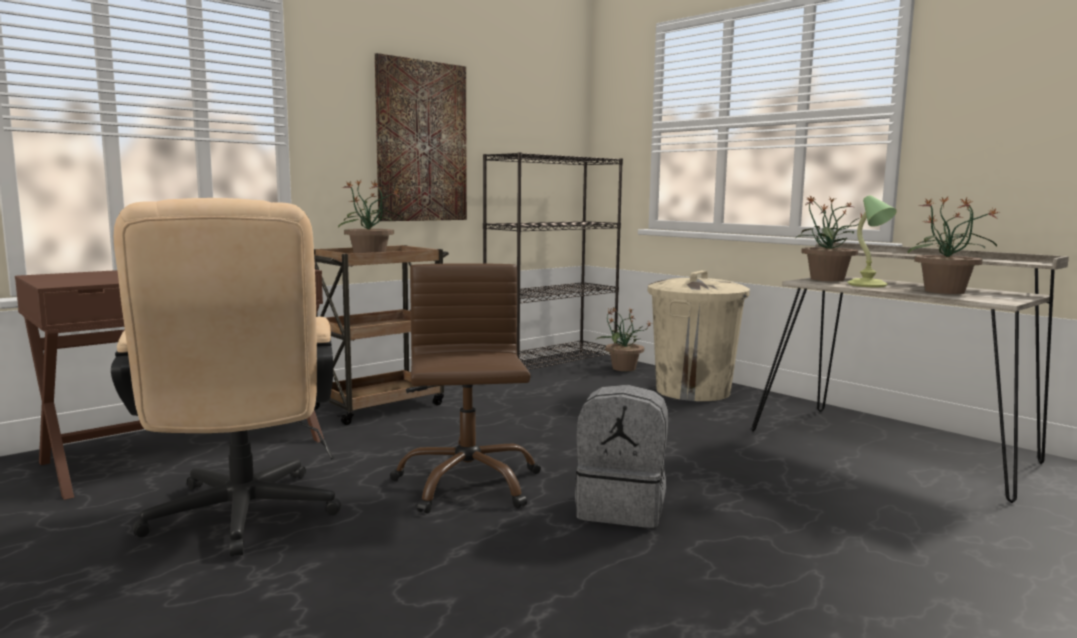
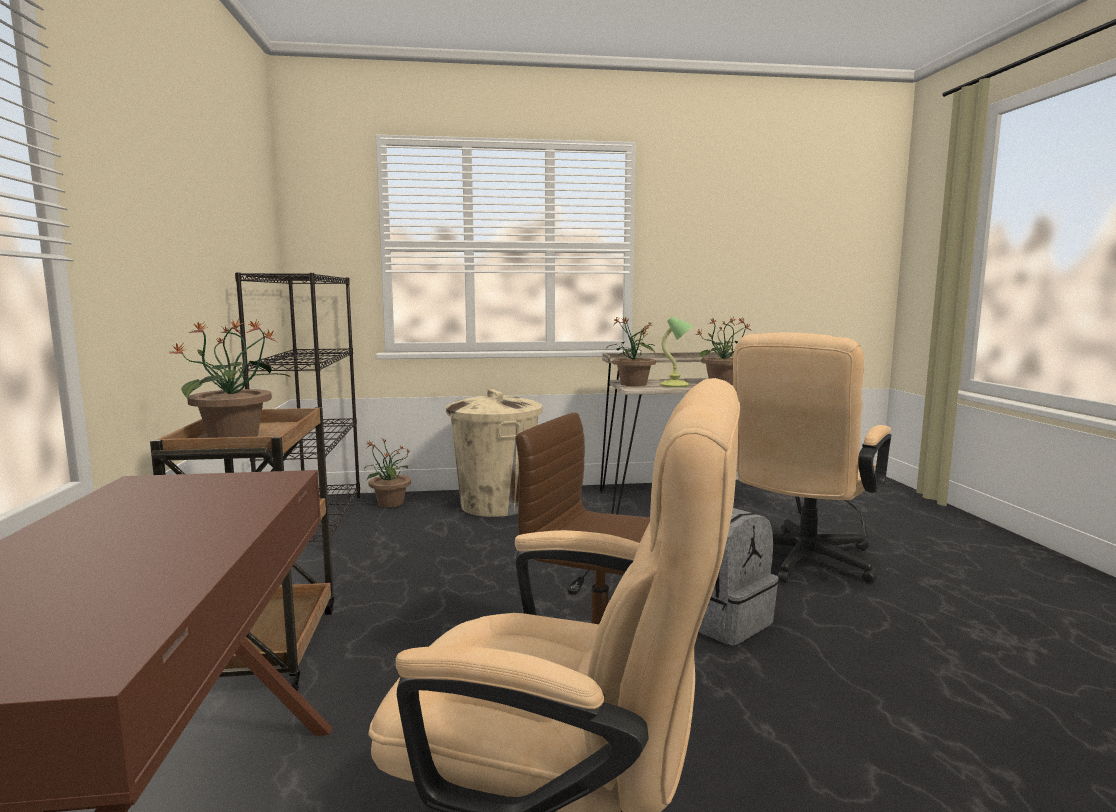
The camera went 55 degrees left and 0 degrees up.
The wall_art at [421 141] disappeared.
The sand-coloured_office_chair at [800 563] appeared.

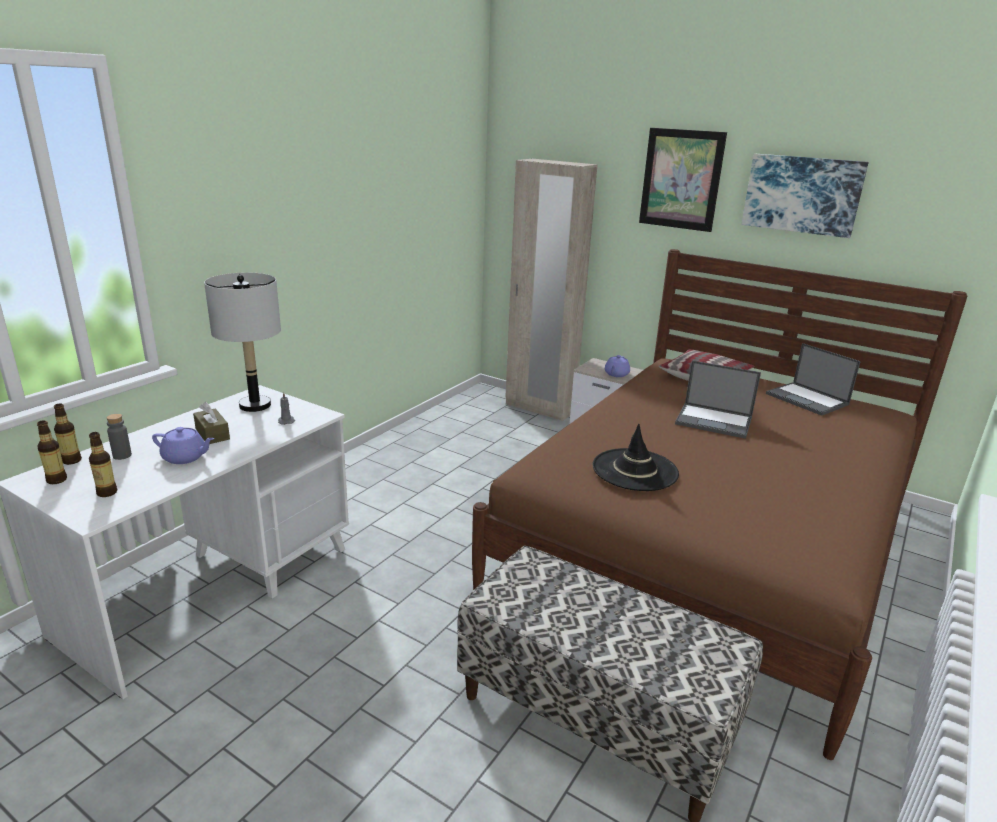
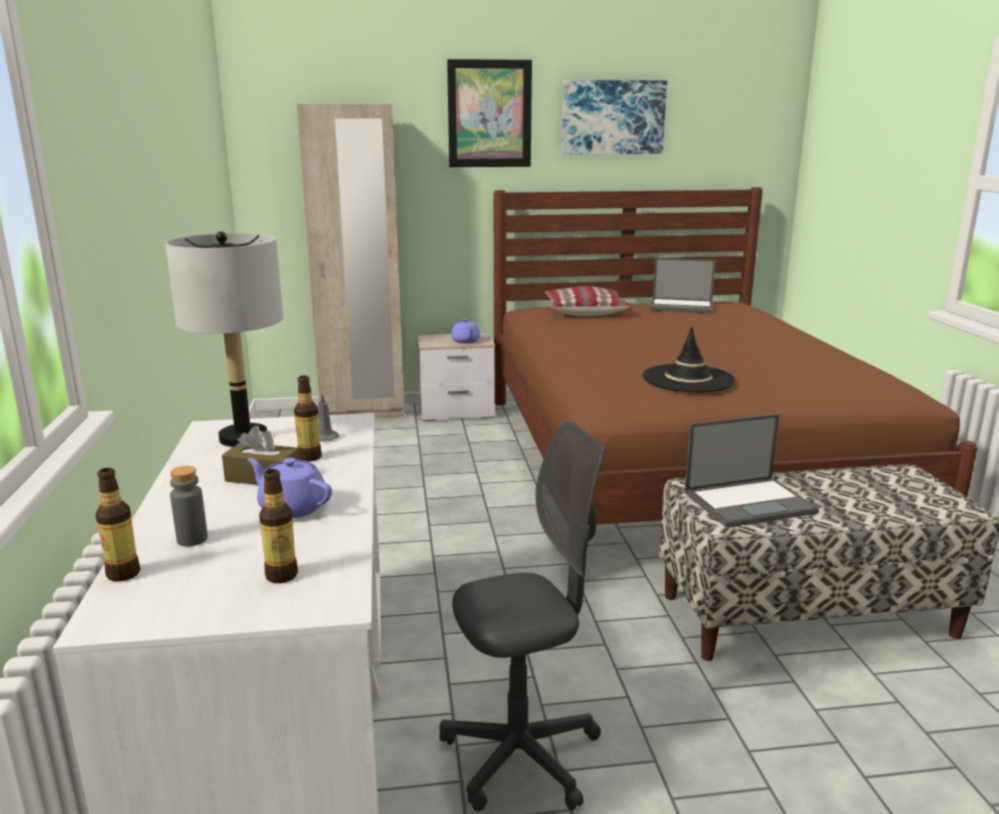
The camera went 40 degrees left and 5 degrees down.
The drink_bottle moved from [56 480] to [309 457].
The purple-coloured_pot_for_tea at [185 458] turned 120 degrees counterclockwise.
The laptop moved from [715 421] to [750 502].
The greyish_office_chair at [521 757] appeared.

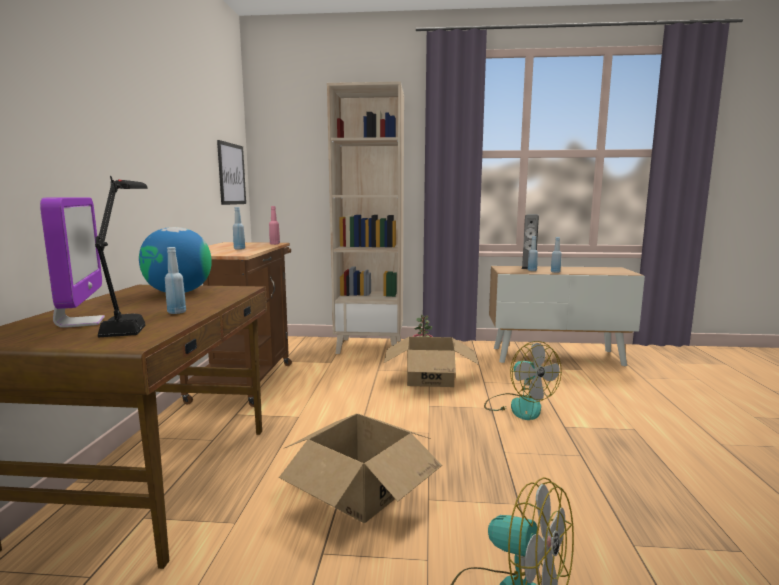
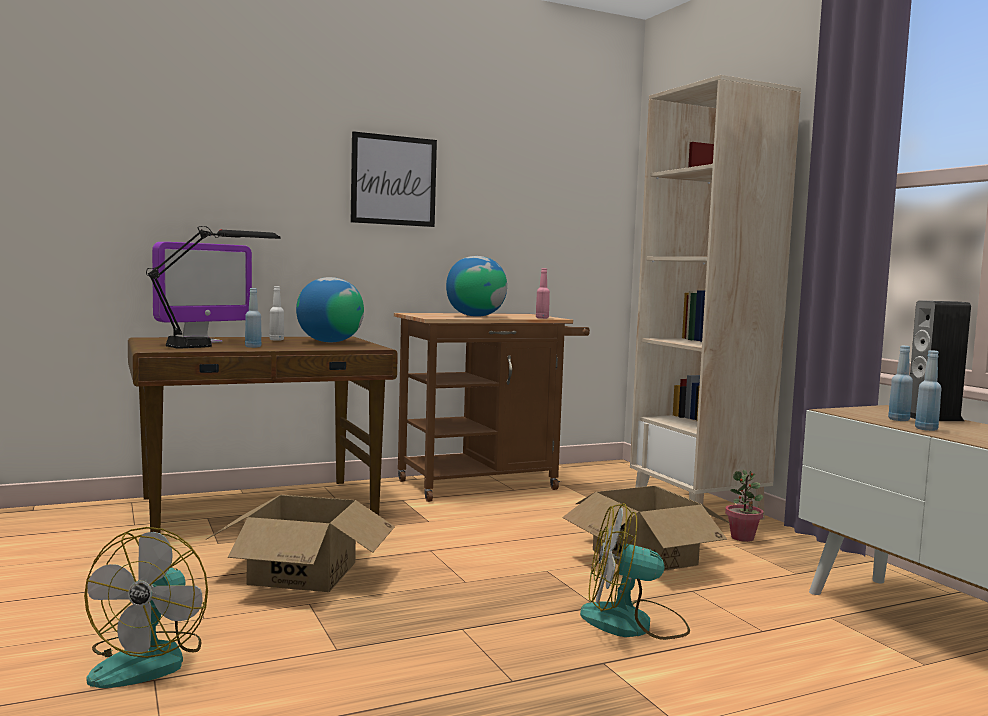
The camera went 60 degrees right and 5 degrees down.
The wall_art moved from [231 174] to [393 180].
The bluish_drink_bottle at [239 249] was replaced by the world_globe at [475 316].
The cooling_fan at [518 406] turned 60 degrees clockwise.
The white-coloured_drink_bottle at [276 340] appeared.

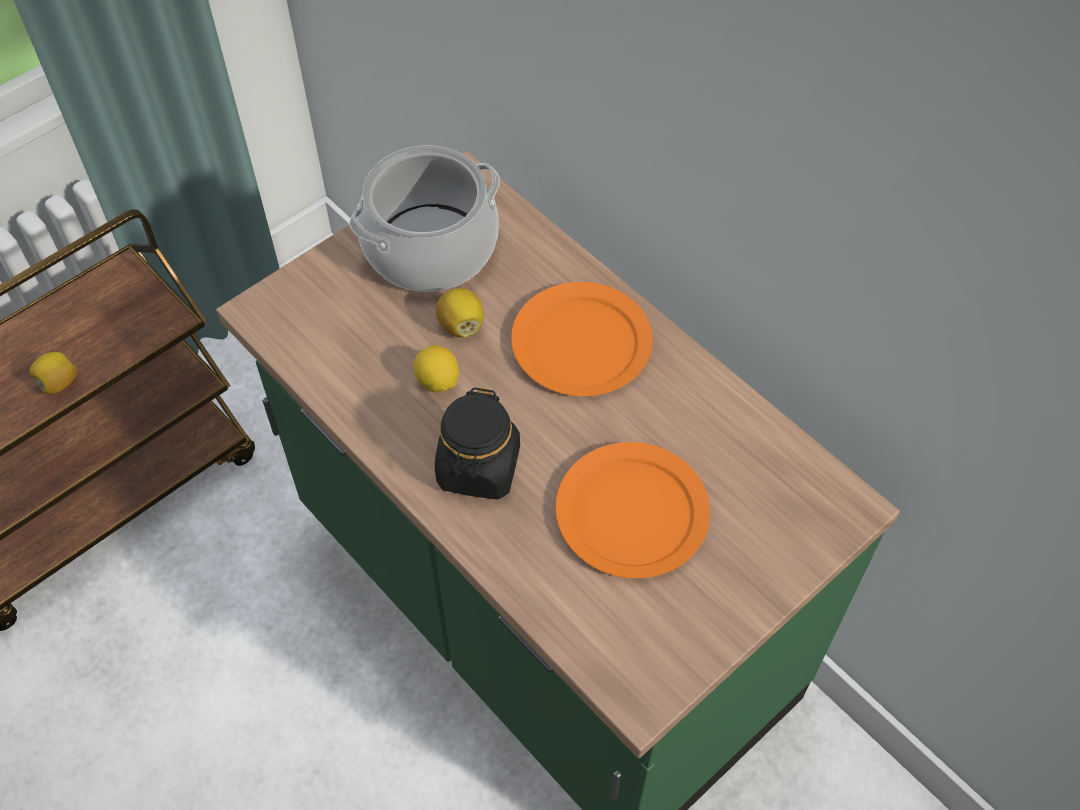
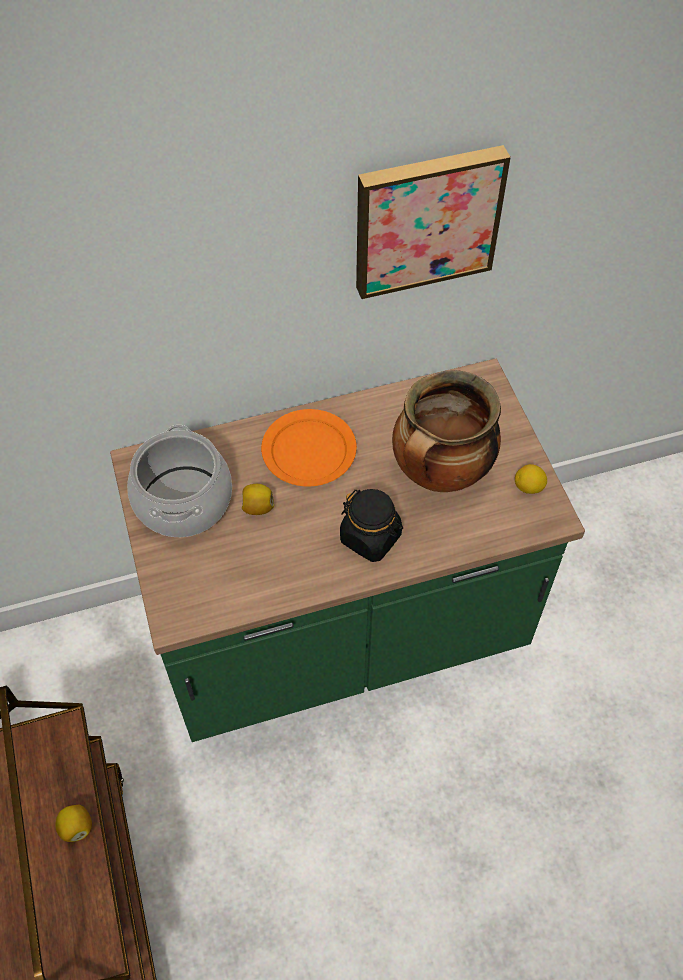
The camera went 65 degrees left and 0 degrees up.
The whole_lemon moved from [438 381] to [528 487].
The orange_dinner_plate at [631 514] was replaced by the saucepot at [440 475].
The wall_art at [426 219] appeared.

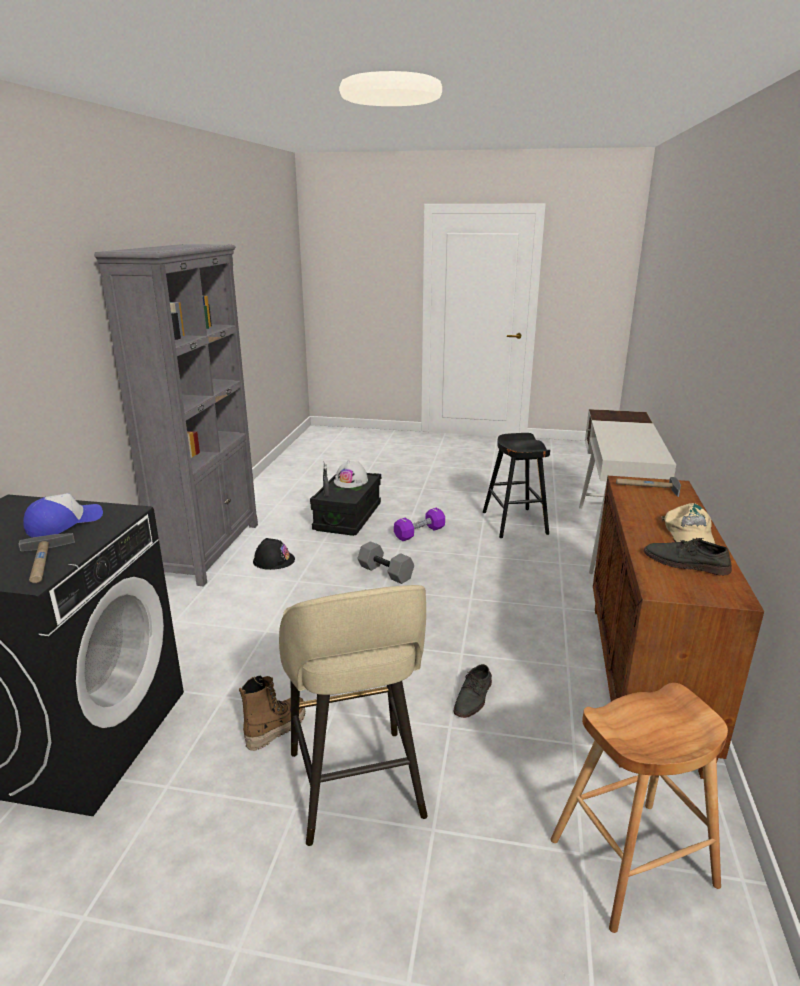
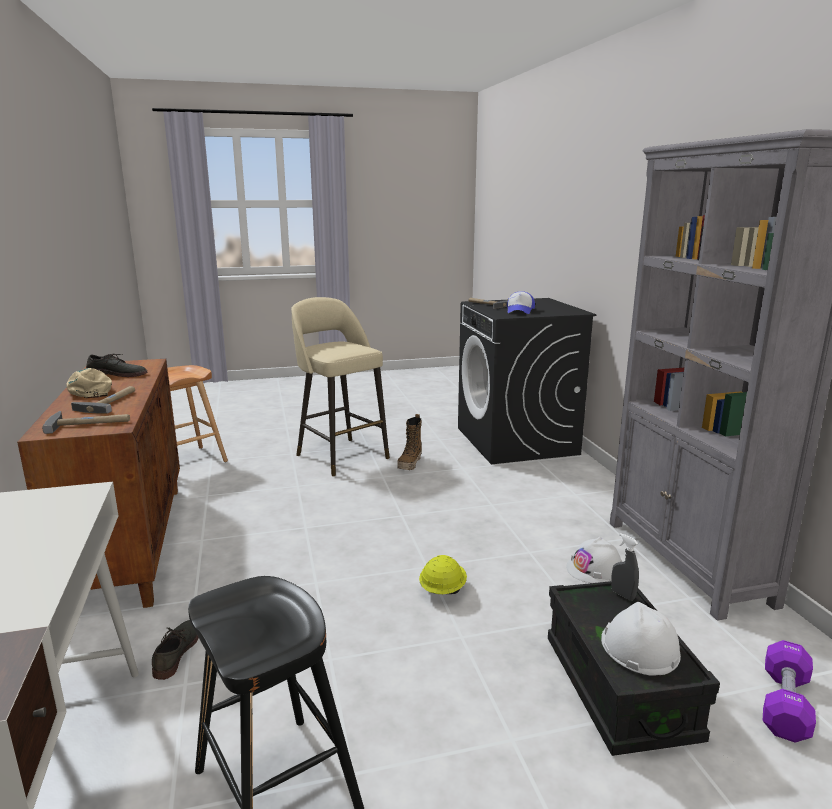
The camera went 155 degrees right and 5 degrees down.
The black_hard_hat at [273 560] became the white-coloured_hard_hat at [595 569].
The greyish_dumbbell at [386 572] was replaced by the yellow_hard_hat at [442 590].
The purple-coloured_dumbbell moved from [419 533] to [784 704].
The greyish_item_of_footwear moved from [473 697] to [176 651].
The hammer at [110 402] appeared.

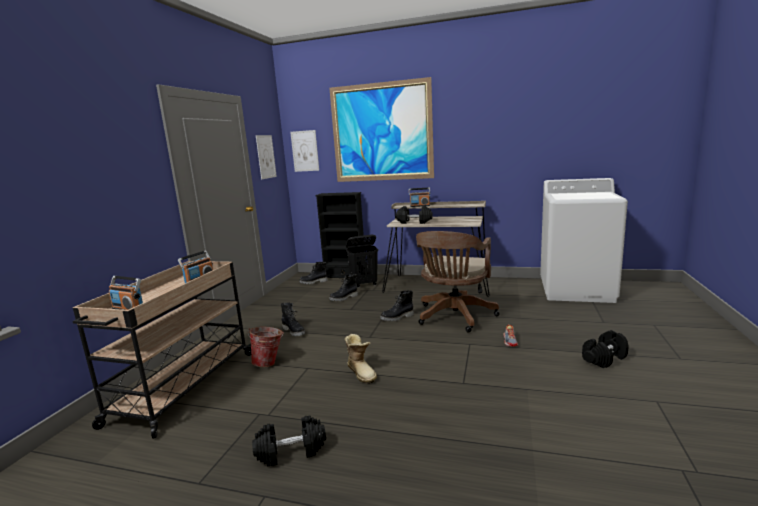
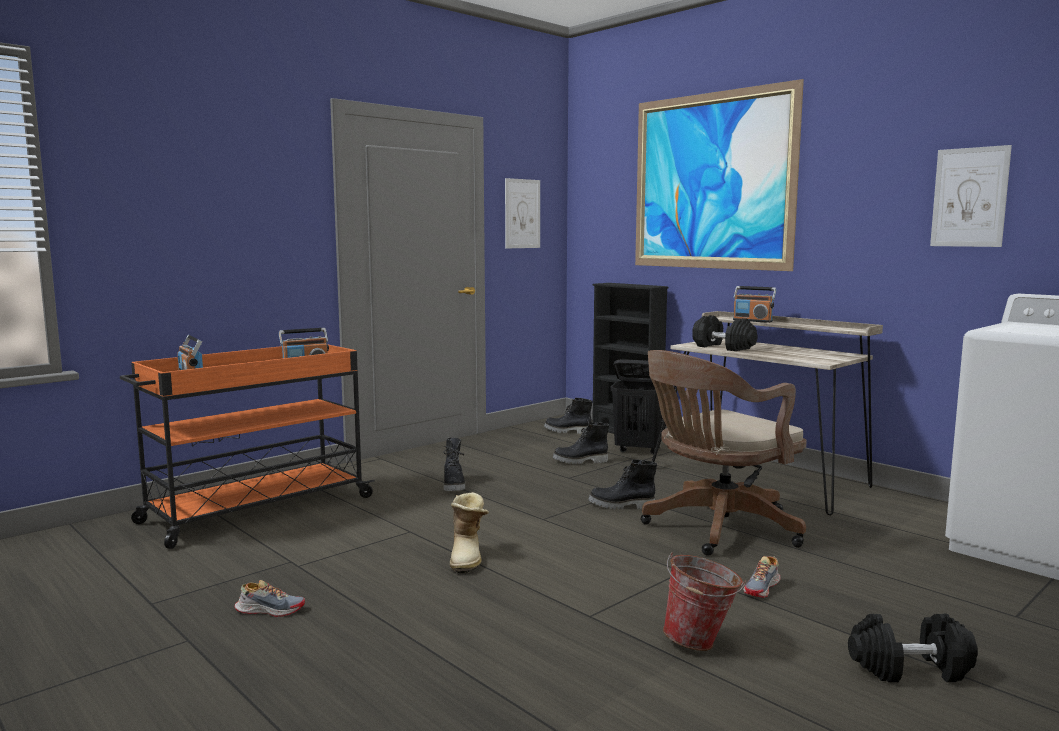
The camera went 30 degrees right and 5 degrees down.
The sand-coloured_cart at [183 387] became the orange_cart at [255 510].
The water_bucket moved from [269 363] to [701 643].
The black_dumbbell at [291 451] was replaced by the item_of_footwear at [270 610].
The wall_art moved from [305 151] to [969 197].

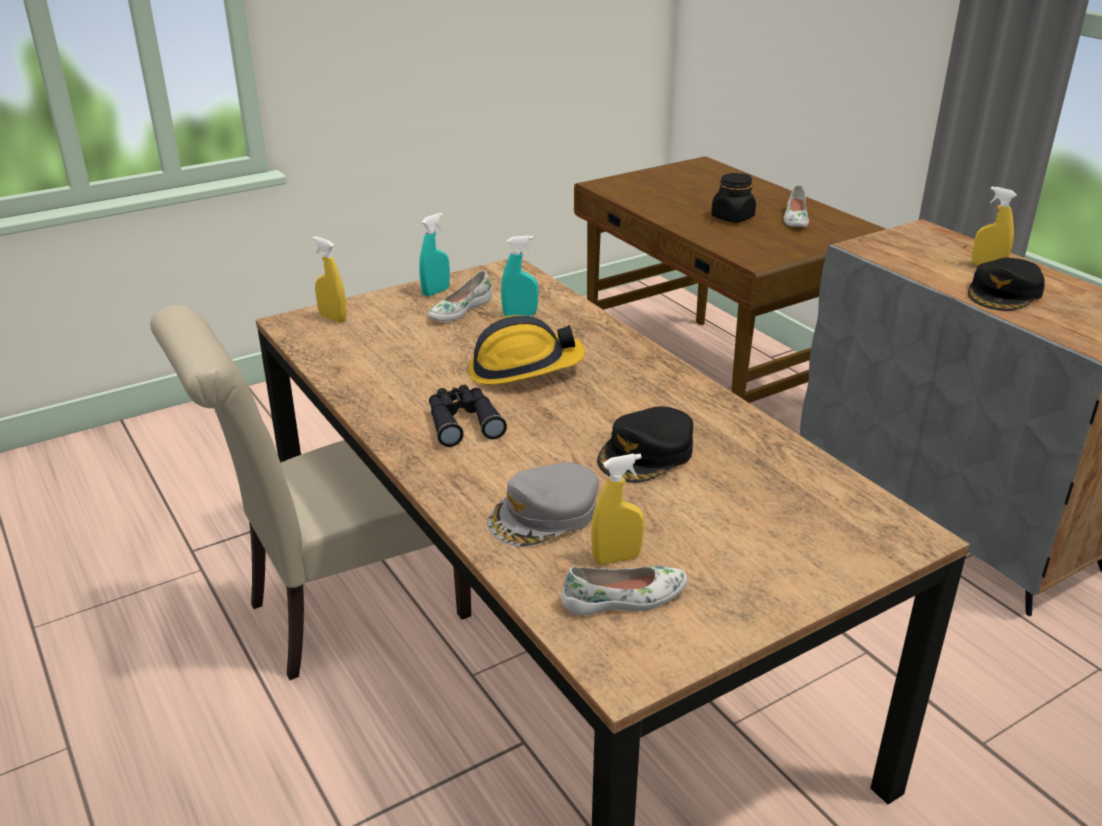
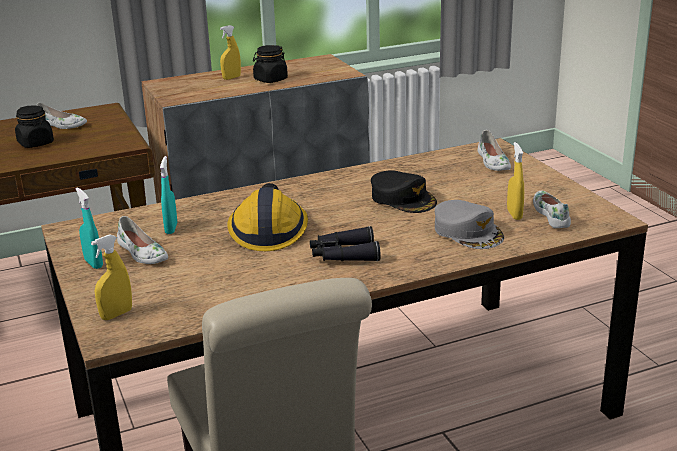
The camera went 80 degrees left and 5 degrees down.
The black_cap at [1004 293] was replaced by the black_preserve_jar at [270 80].
The white-coloured_item_of_footwear at [492 162] appeared.

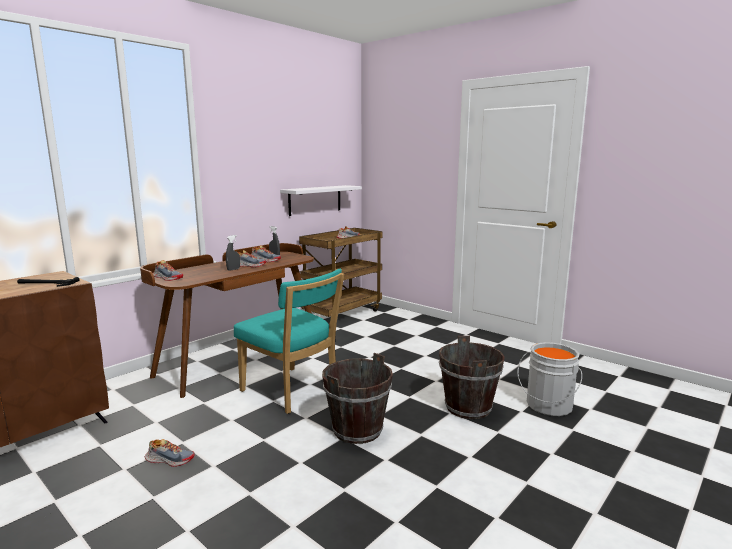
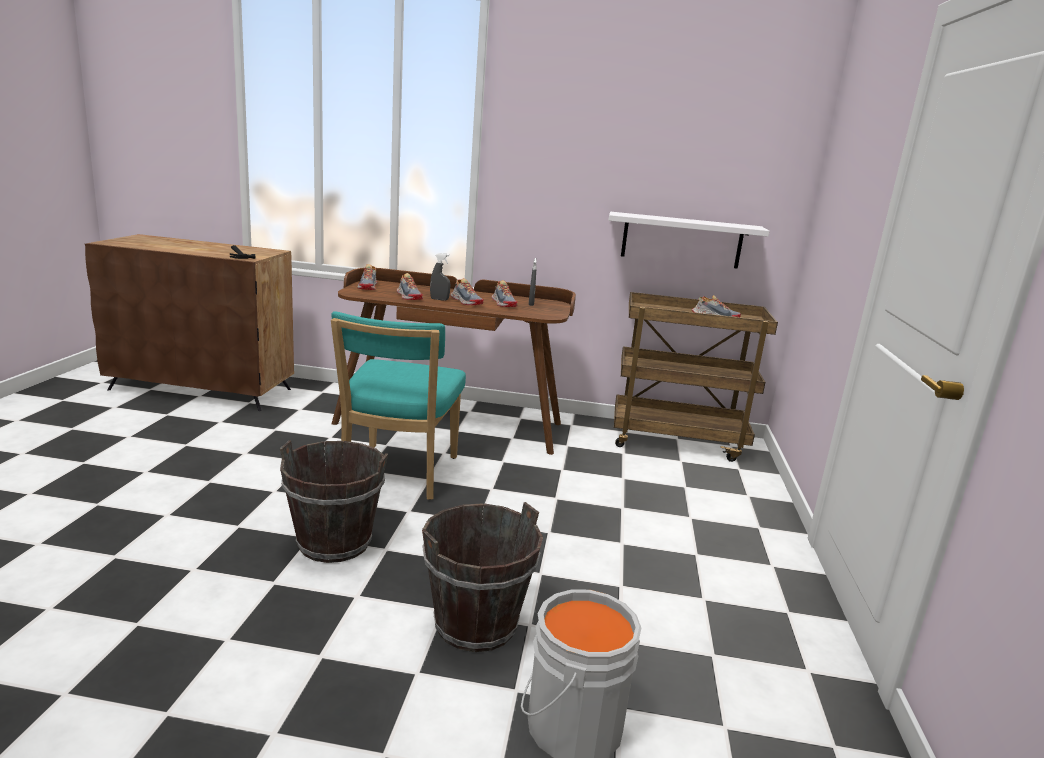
The camera went 55 degrees right and 5 degrees up.
The item_of_footwear moved from [170 459] to [409 296].

